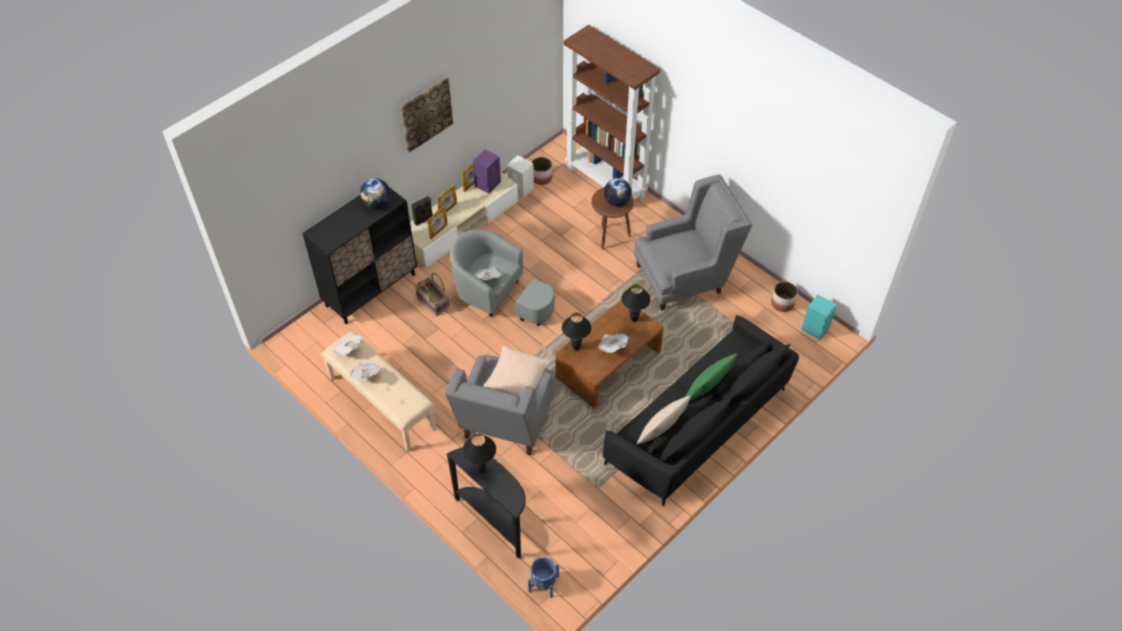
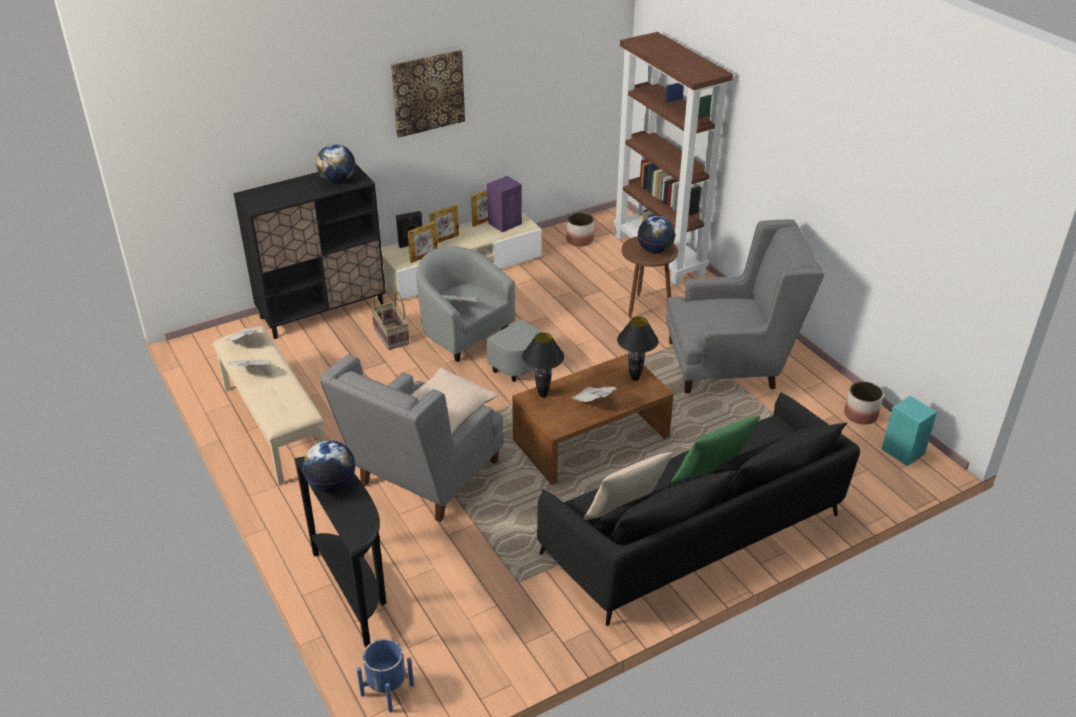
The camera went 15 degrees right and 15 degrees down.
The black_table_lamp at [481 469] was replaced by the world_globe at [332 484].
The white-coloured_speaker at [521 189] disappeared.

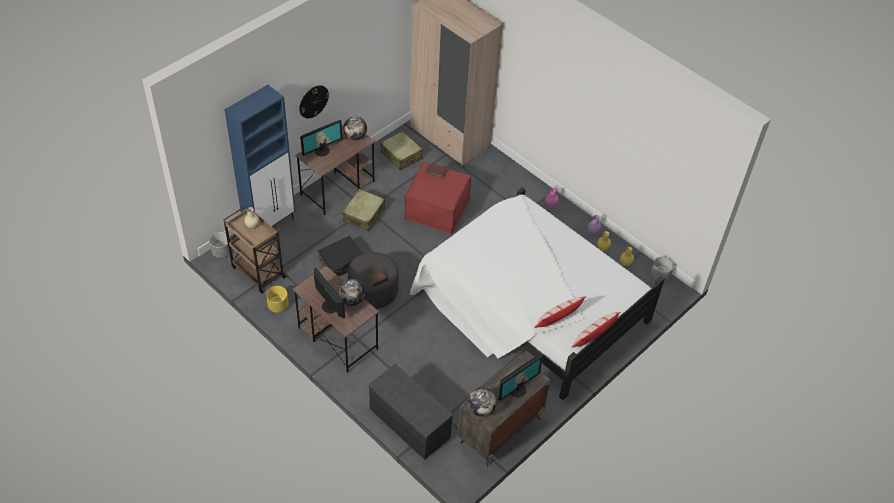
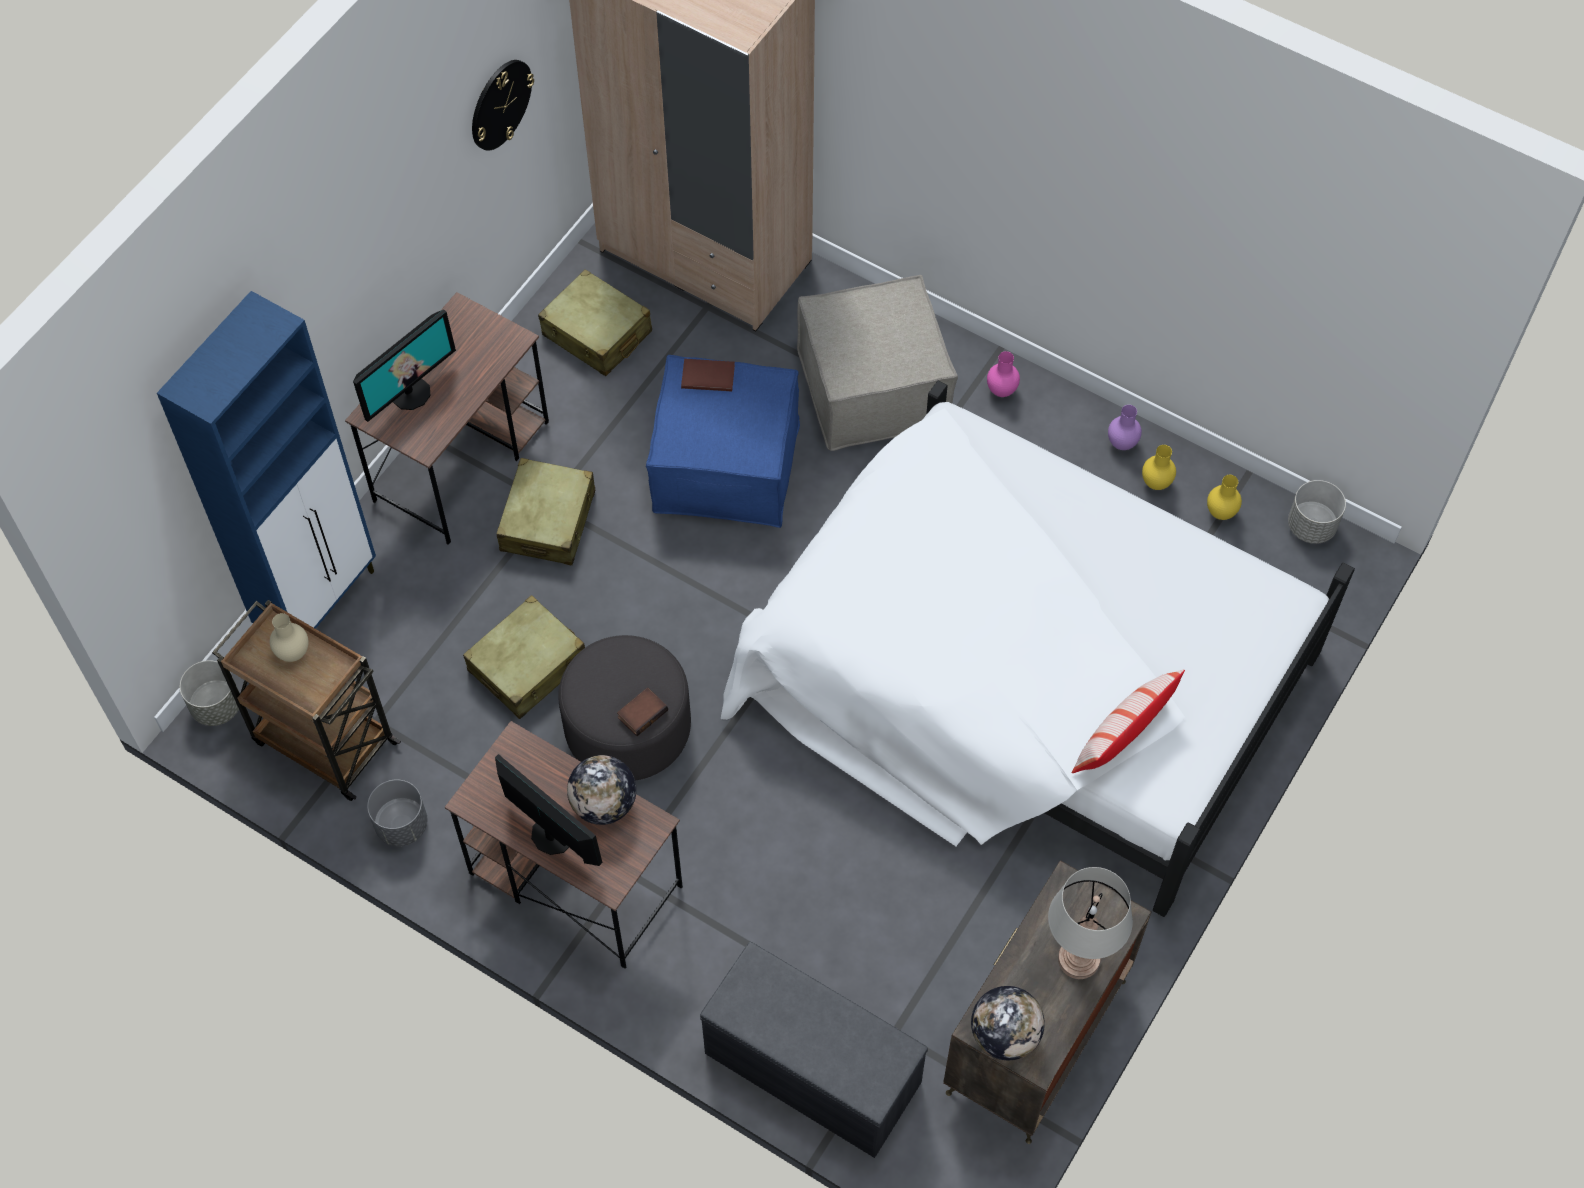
The camera went 10 degrees left and 10 degrees up.
The yellow_planter at [278 306] became the greyish_planter at [401 825].
The clock_on_the_wall moved from [313 101] to [500 104].
The black_piece_of_luggage at [342 262] became the sand-coloured_piece_of_luggage at [528 666].
The world_globe at [355 136] disappeared.
The red_footrest at [437 209] became the bluish_footrest at [726 465].
The monitor at [517 390] was replaced by the greyish_table_lamp at [1078 959].
The throw_pillow at [593 336] disappeared.
The sand-coloured_footrest at [873 387] appeared.

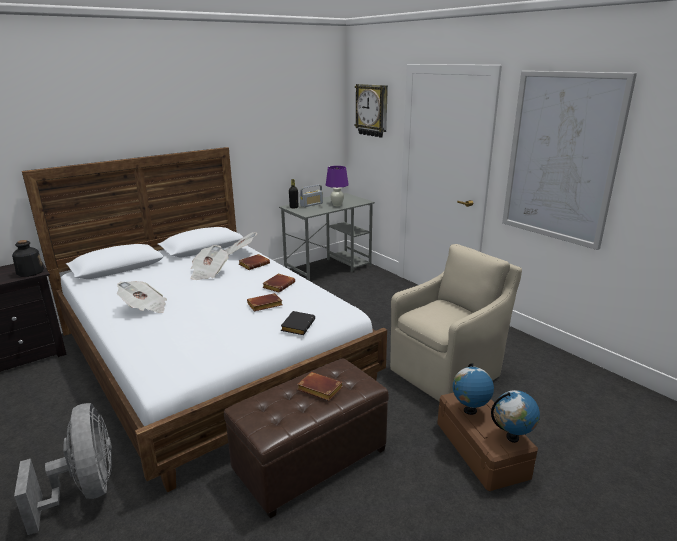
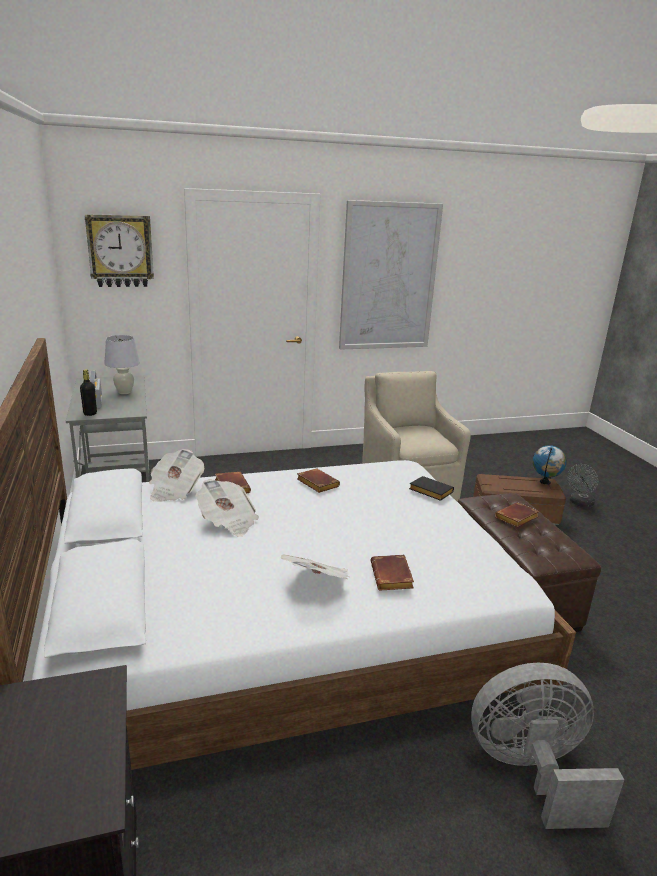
The camera went 70 degrees left and 0 degrees up.
The drink_bottle at [30 272] disappeared.
The brown-coloured_volume moved from [264 306] to [393 577].
The purple-coloured_table_lamp at [337 205] became the white-coloured_table_lamp at [124 392].
The world_globe at [469 411] disappeared.
The greyish_cooling_fan at [579 503] appeared.

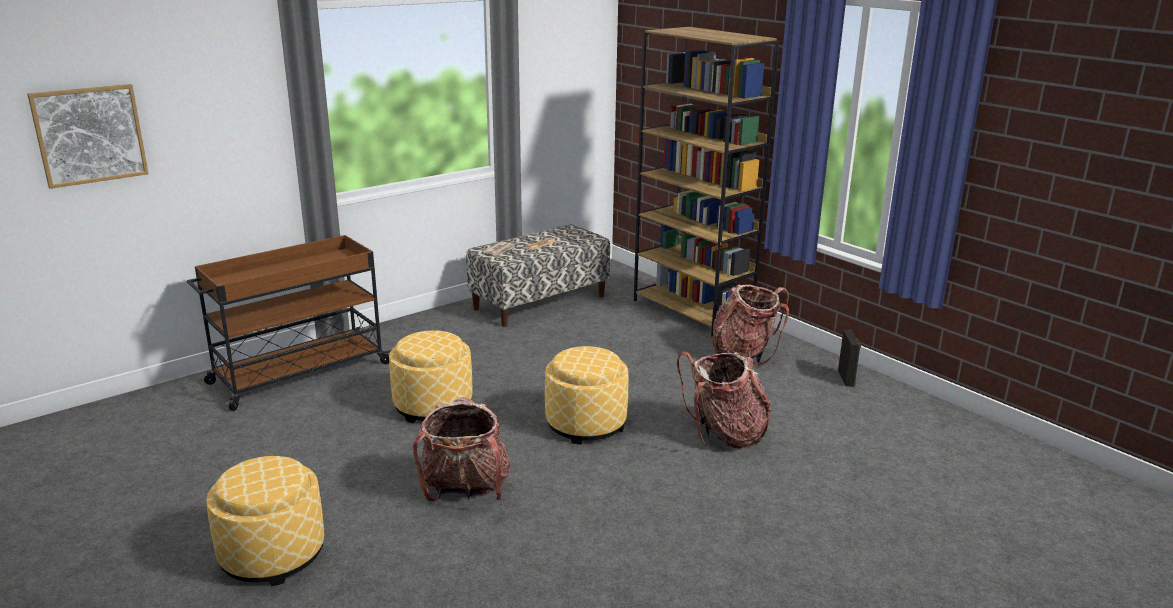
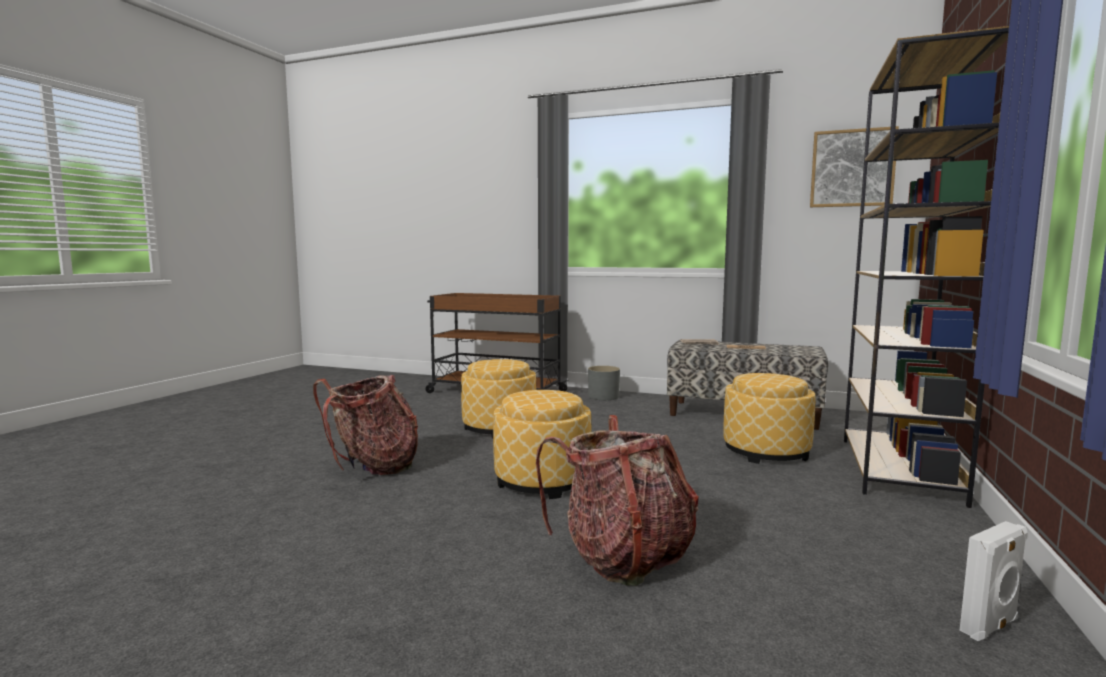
The camera went 60 degrees right and 15 degrees down.
The wall_art moved from [90 135] to [852 168].
The footrest moved from [273 554] to [766 451].
The knapsack at [744 354] disappeared.
The black_speaker at [847 379] became the white-coloured_speaker at [990 626].
The greyish_planter at [603 396] appeared.

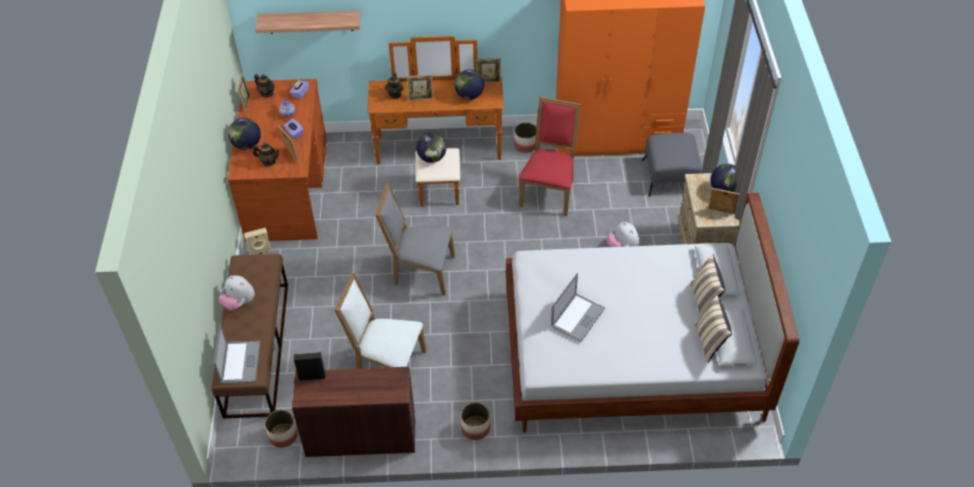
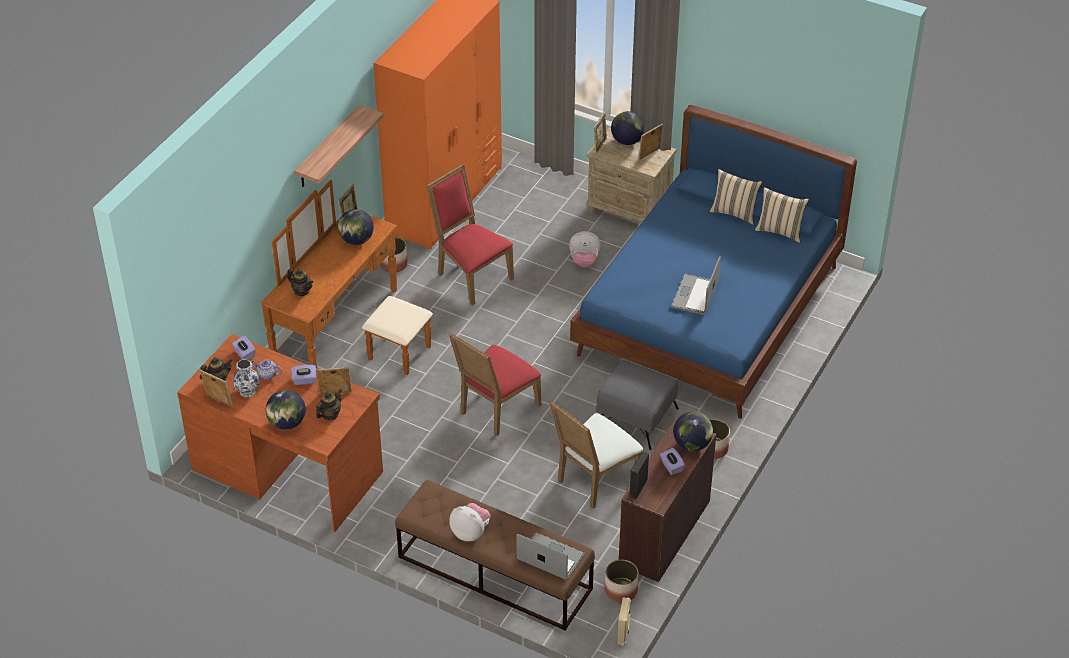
The camera went 60 degrees left and 5 degrees down.
The plush_toy at [239 303] turned 120 degrees counterclockwise.
The sand-coloured_speaker moved from [260 252] to [624 633].
The shelf moved from [310 22] to [328 148].
The greyish_upright_chair at [420 271] became the red_upright_chair at [495 410].
The photo_frame moved from [420 99] to [600 146].
The world_globe moved from [432 158] to [692 444].
The white-coloured_bed at [631 355] became the bluish_bed at [709 313].
The laptop at [577 317] turned 135 degrees counterclockwise.
The greyish_footrest moved from [670 177] to [636 418].
The decorative_vase at [247 391] appeared.
The purple-coloured_tissue_box at [671 467] appeared.

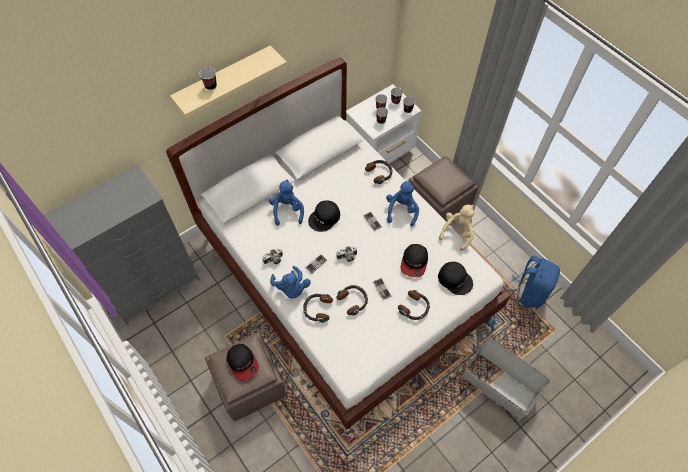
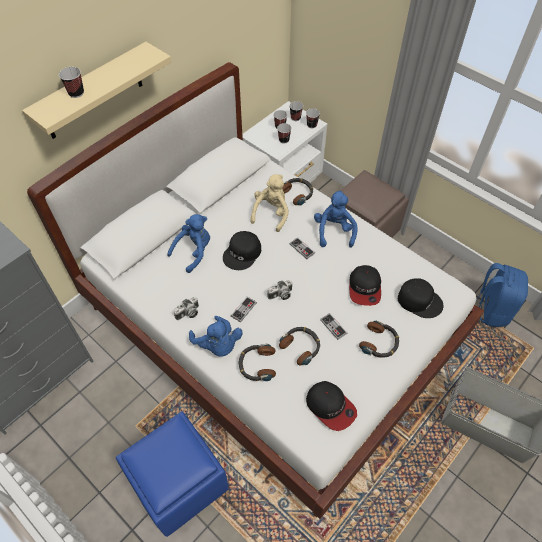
The camera went 10 degrees left and 5 degrees down.
The brown-coloured_footrest at [249 384] became the bluish_footrest at [177 482].
The cap moved from [243 362] to [330 407].
The bluish_plush_toy at [287 210] turned 60 degrees clockwise.
The sand-coloured_plush_toy moved from [457 232] to [271 213].

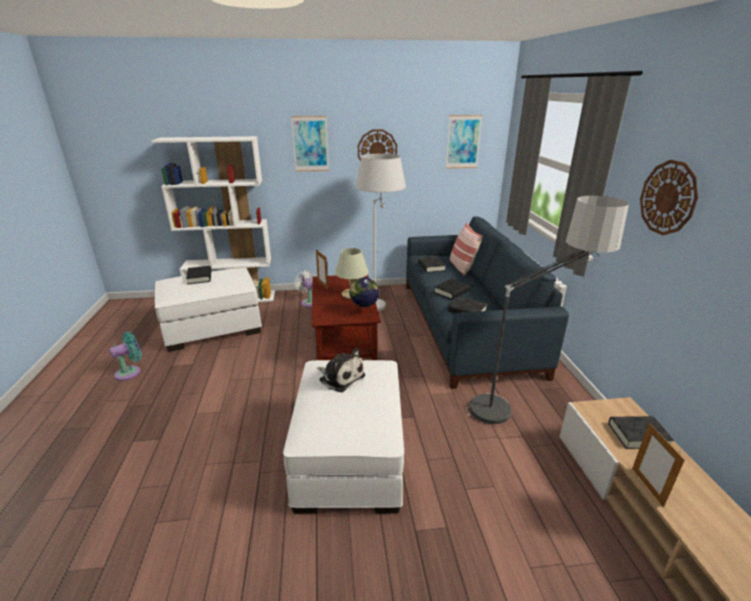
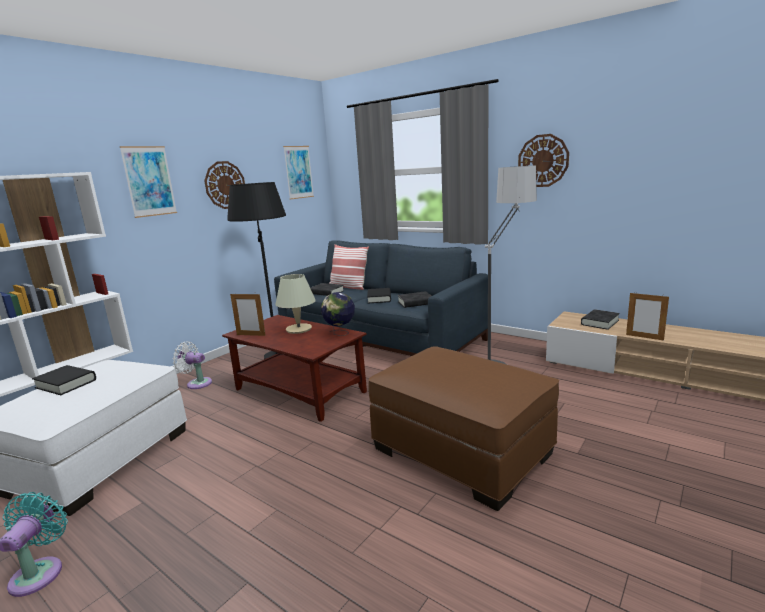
The camera went 45 degrees left and 10 degrees down.
The white-coloured_footrest at [349 456] became the brown-coloured_footrest at [460 450].
The plush_toy at [340 377] disappeared.
The white-coloured_floor_lamp at [380 301] became the black_floor_lamp at [275 352].

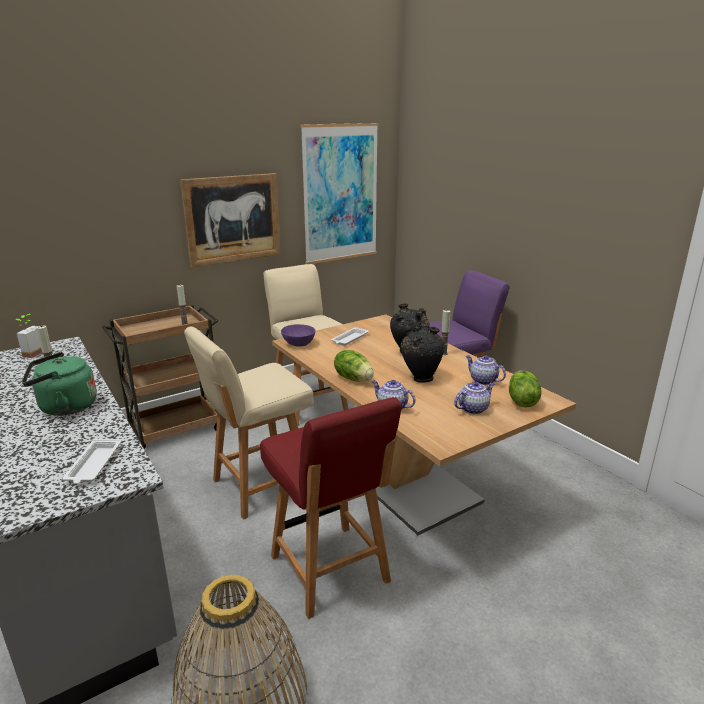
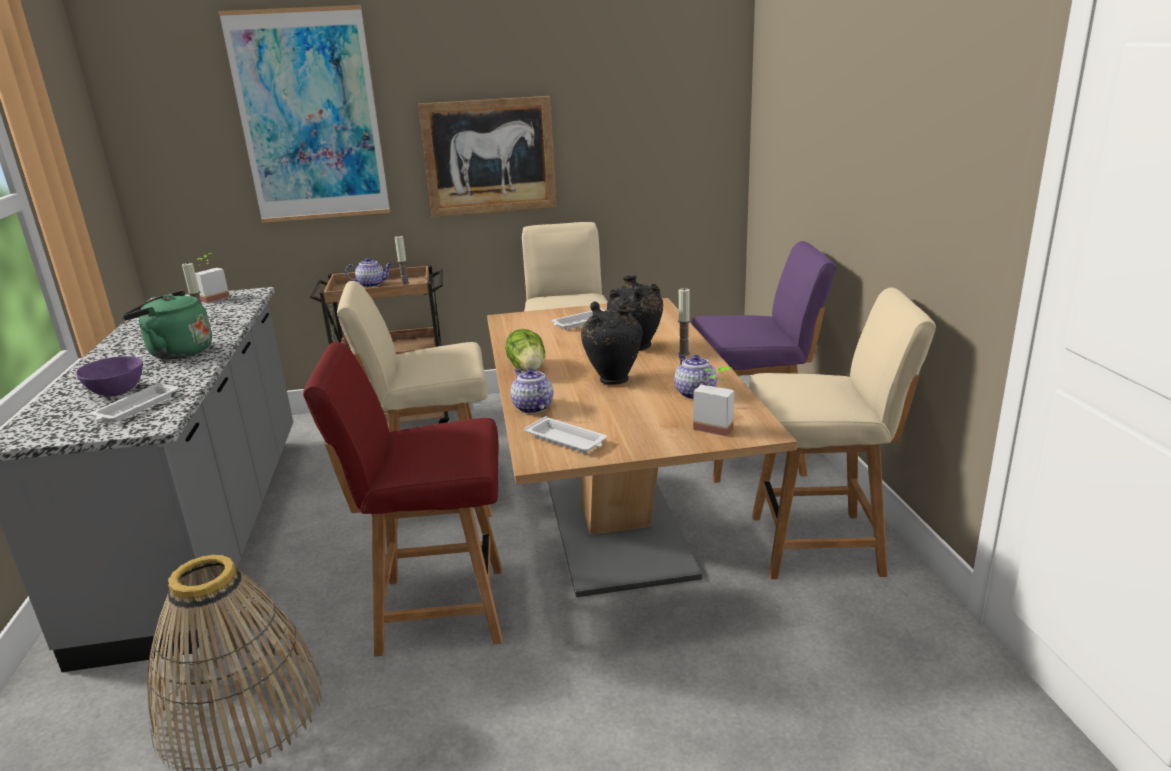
The camera went 25 degrees right and 0 degrees up.
The red_upright_chair at [330 571] turned 90 degrees clockwise.
The purple-coloured_bowl moved from [298 344] to [116 391].
The wall_art moved from [340 194] to [309 117].
The pot_for_tea moved from [473 408] to [372 284].
The lettuce at [521 401] was replaced by the houseplant at [716 426].
The white-coloured_serving_tray at [567 440] appeared.
The sand-coloured_upright_chair at [819 545] appeared.

